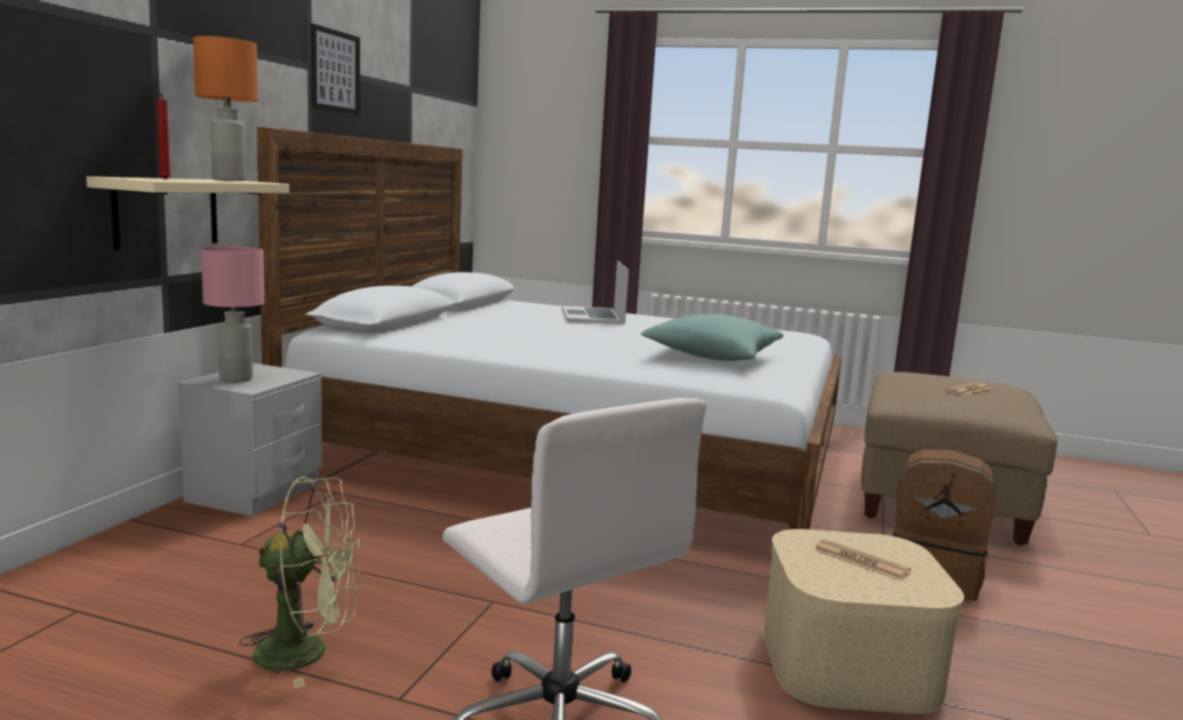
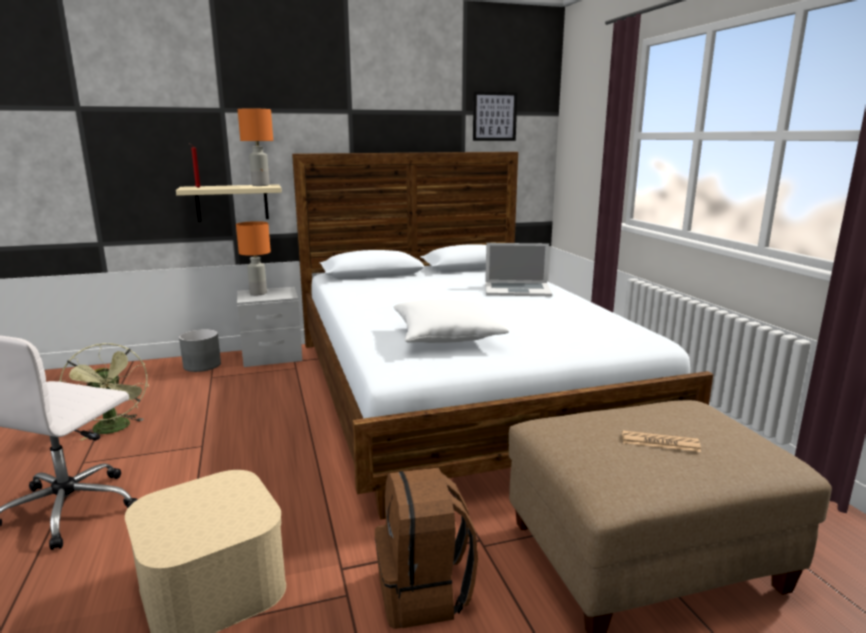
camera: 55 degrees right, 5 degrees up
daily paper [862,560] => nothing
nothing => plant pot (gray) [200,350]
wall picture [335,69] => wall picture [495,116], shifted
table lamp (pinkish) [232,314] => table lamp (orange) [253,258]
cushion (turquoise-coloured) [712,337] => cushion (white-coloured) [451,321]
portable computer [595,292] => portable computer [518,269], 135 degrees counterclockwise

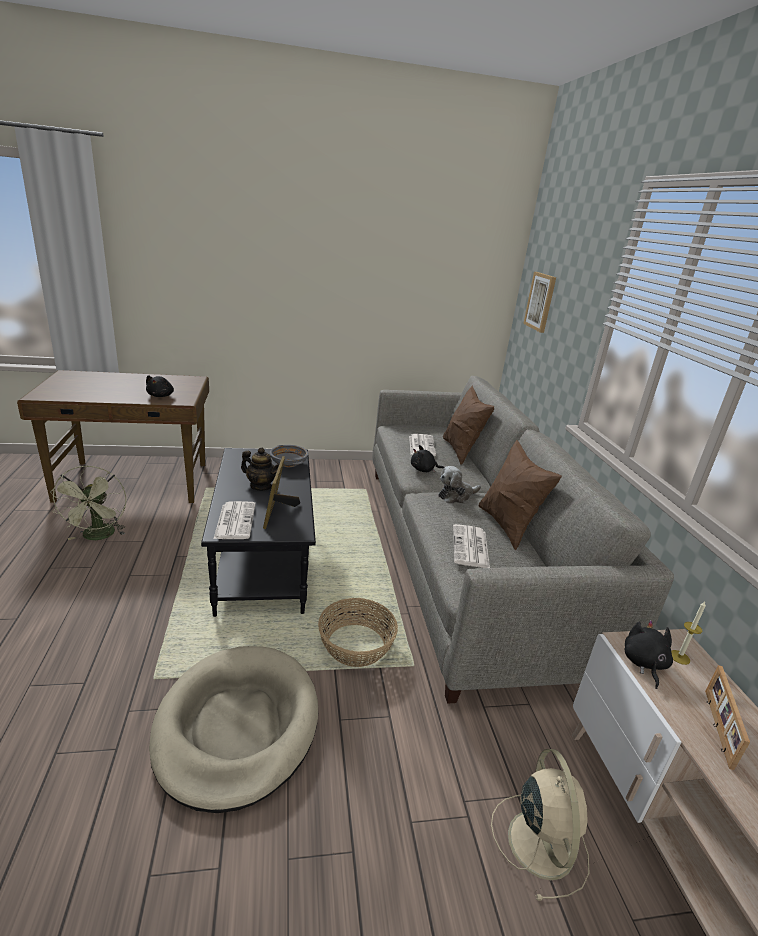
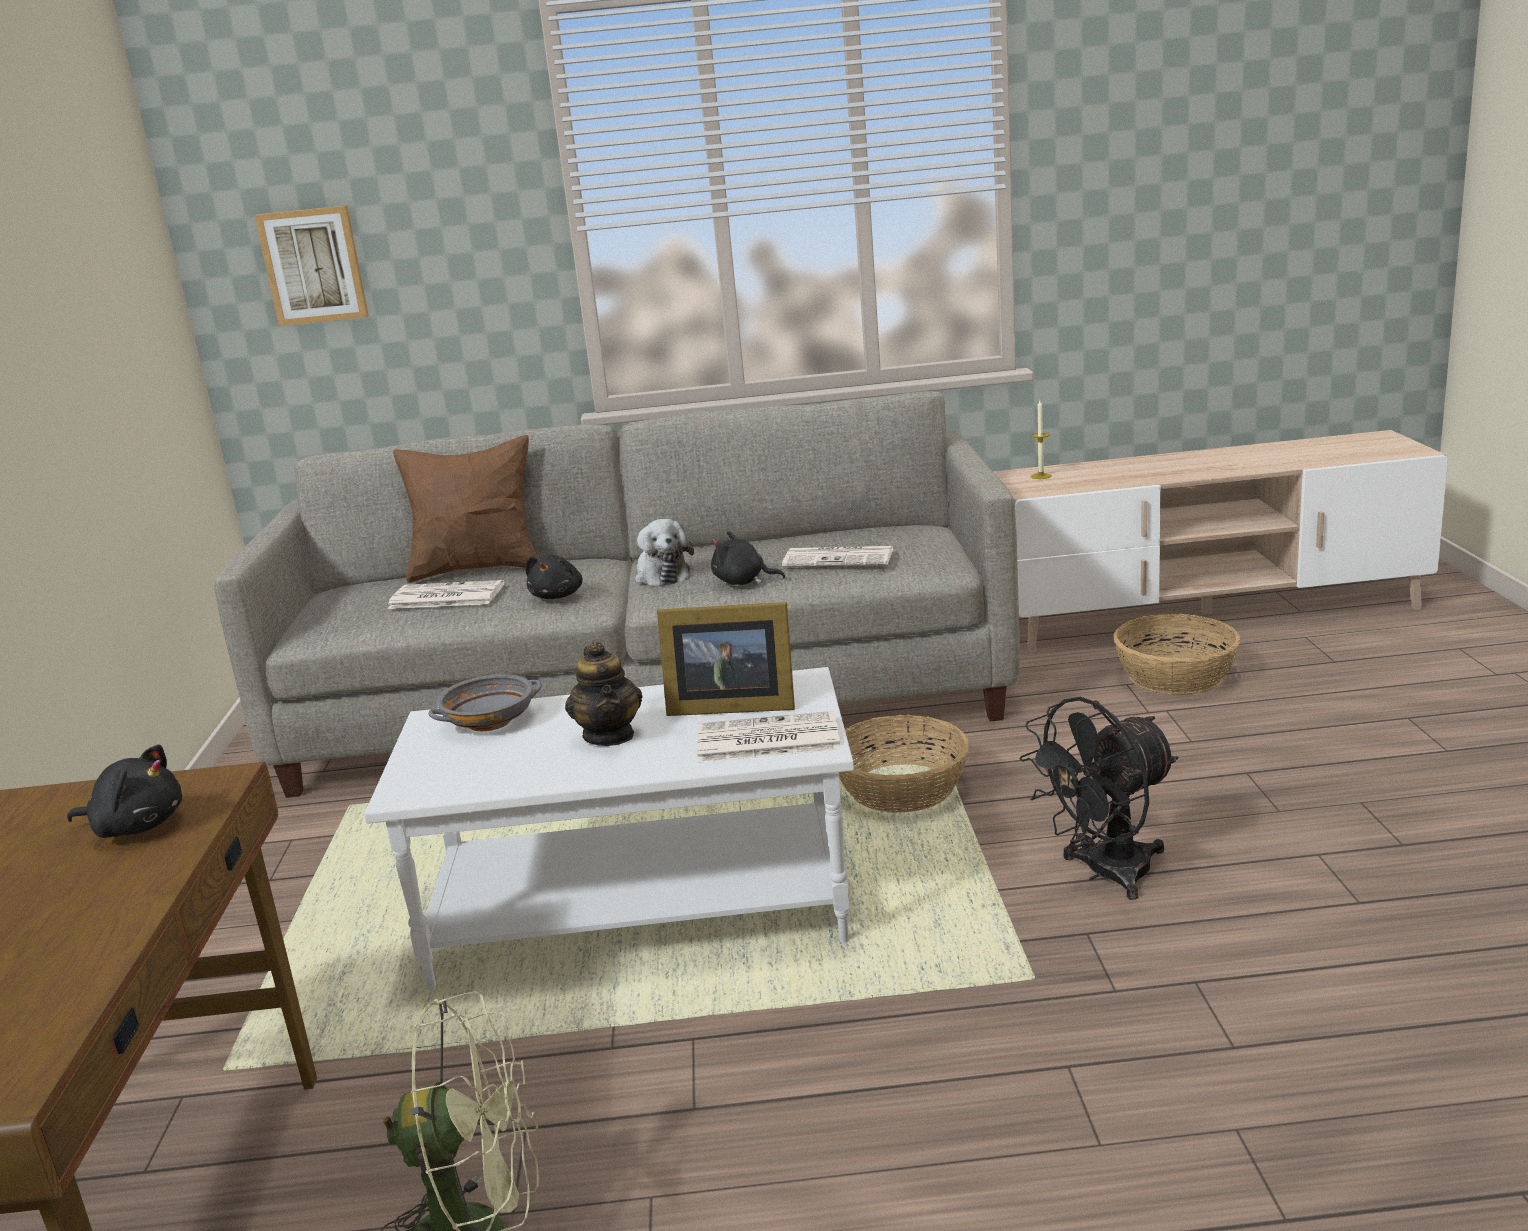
camera: 80 degrees left, 5 degrees down
cushion (brown) [520,495] => nothing
picture frame [727,717] => nothing
cuddly toy (blackish) [649,654] => cuddly toy (blackish) [748,558], shifted
pet bed (sand-coloured) [233,729] => cooling fan (blackish) [1099,798]
cooling fan (sand-coloured) [540,825] => basket [1176,654]
low table (blackish) [258,532] => low table (white-coloured) [609,828]
tea pot [260,469] => tea pot [603,693], 135 degrees clockwise

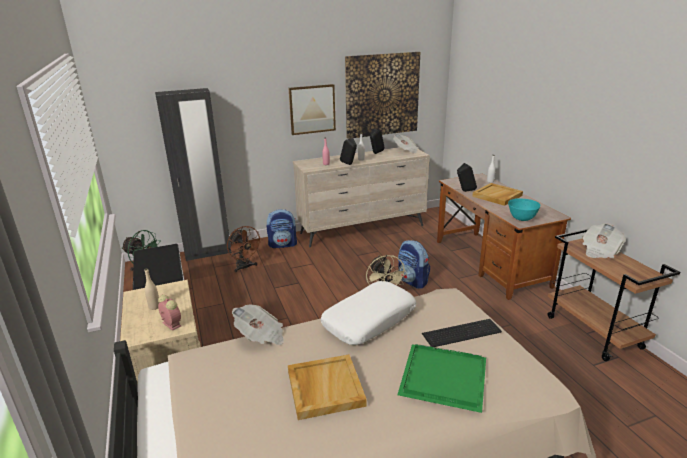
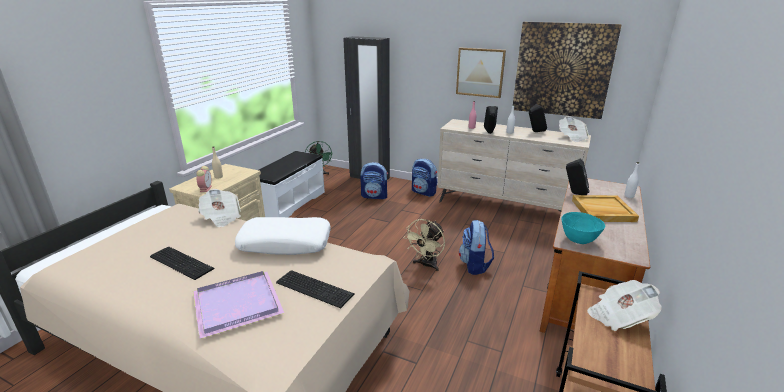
camera: 45 degrees right, 0 degrees up
cooling fan (brown) [245,249] => knapsack [374,180]
tray (sand-coloured) [327,387] => keyboard [182,263]
tray (green-coloured) [442,378] => tray (purple-coloured) [238,305]

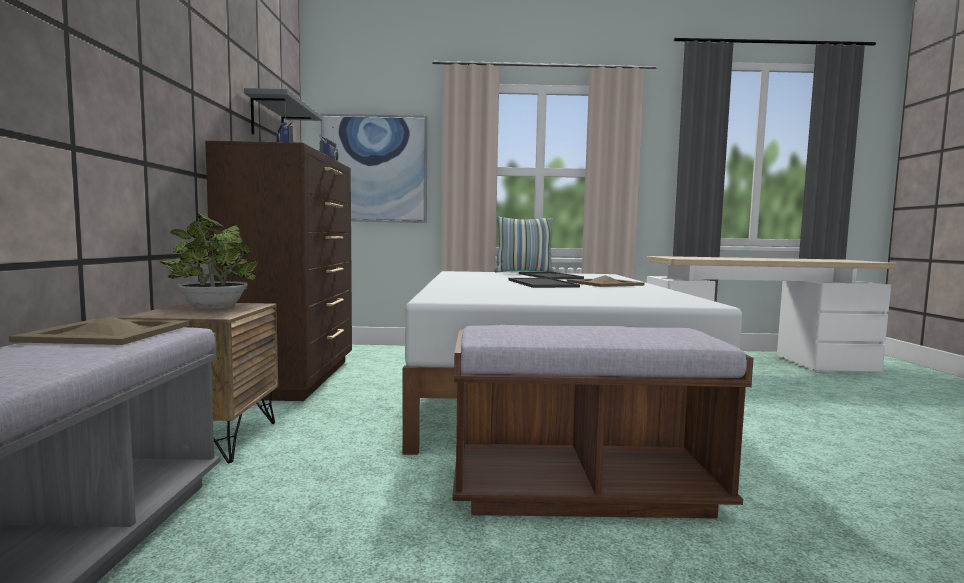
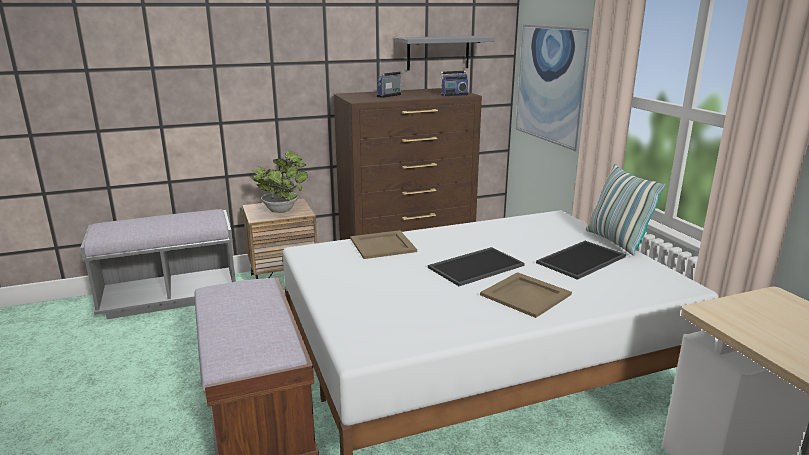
camera: 70 degrees right, 15 degrees up
tray (sand-coloured) [99,331] => tray (sand-coloured) [383,244], shifted

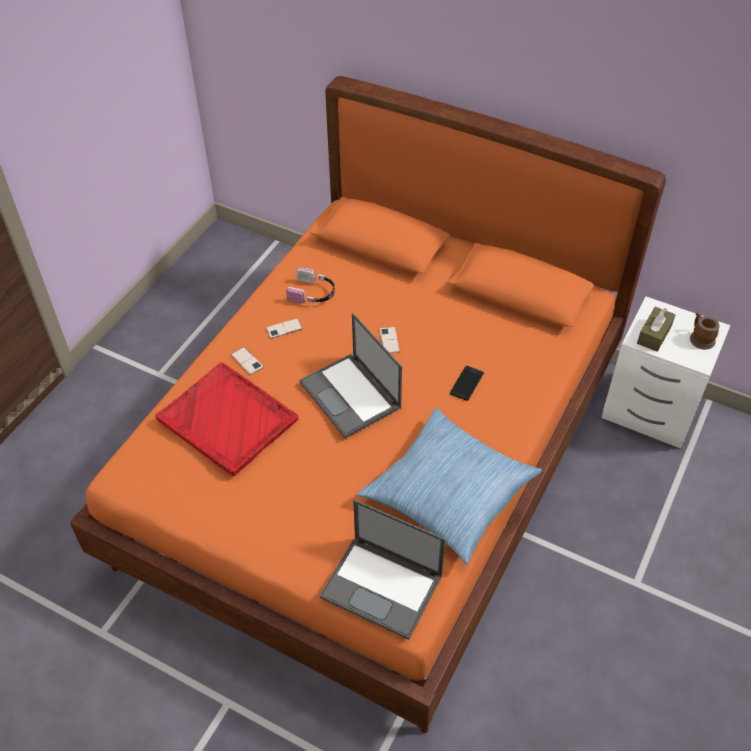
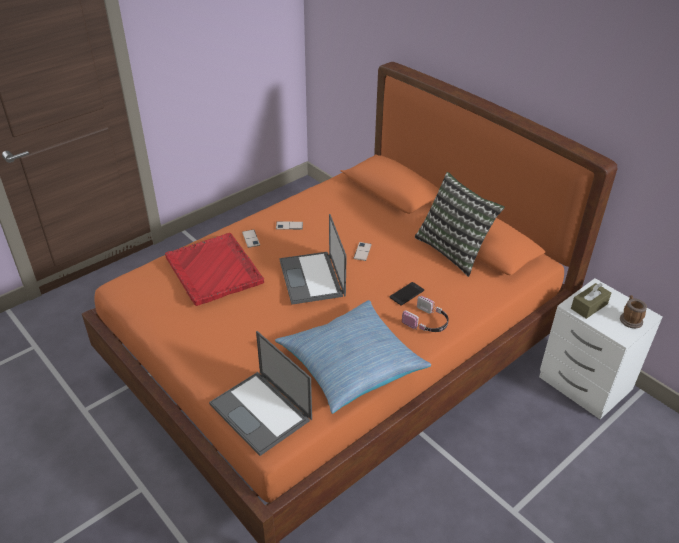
camera: 20 degrees right, 10 degrees down
nothing => cushion [460,224]
headphones [310,285] => headphones [425,314], shifted

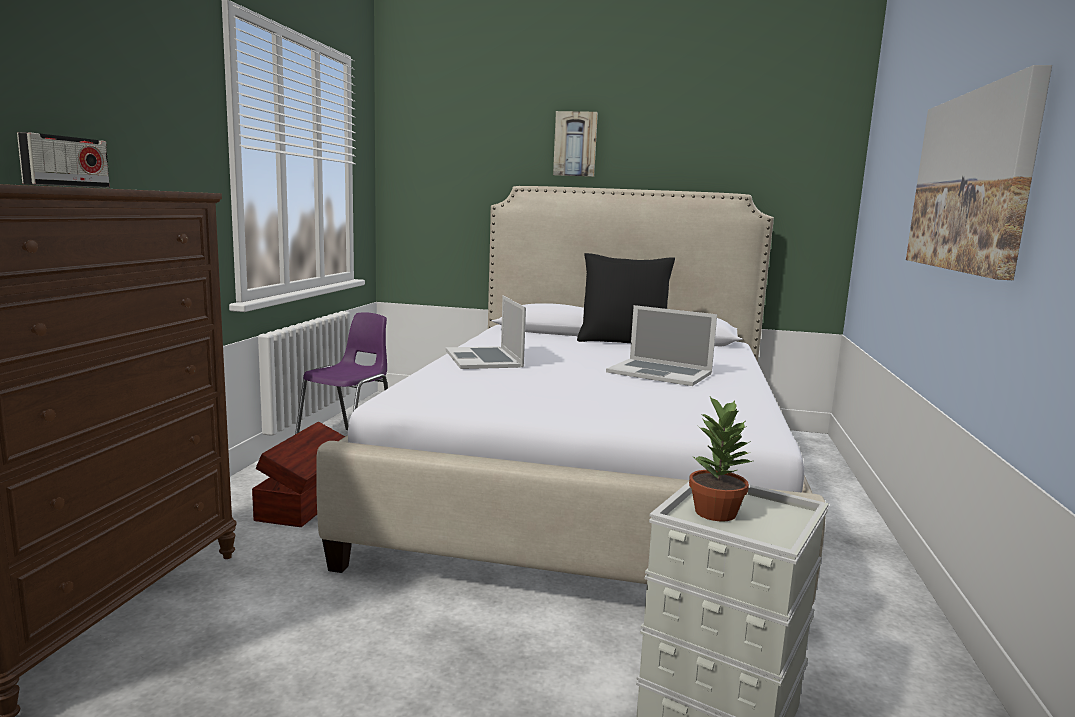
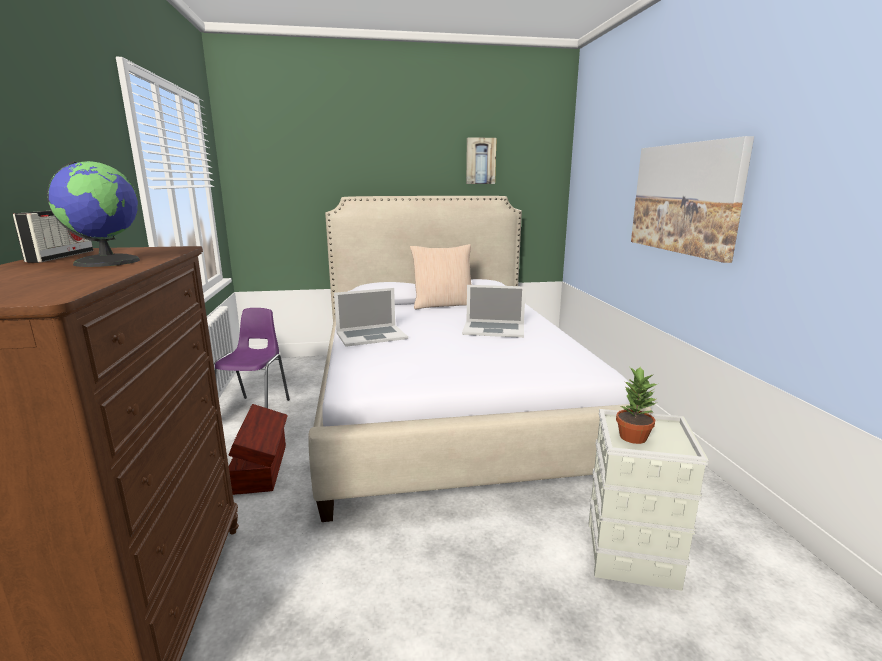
camera: 20 degrees left, 5 degrees up
nothing => world globe [93,214]
wall picture [575,144] => wall picture [481,160], shifted
cushion (blackish) [626,298] => cushion (sand-coloured) [441,276]
portable computer [486,332] => portable computer [371,317], 75 degrees counterclockwise

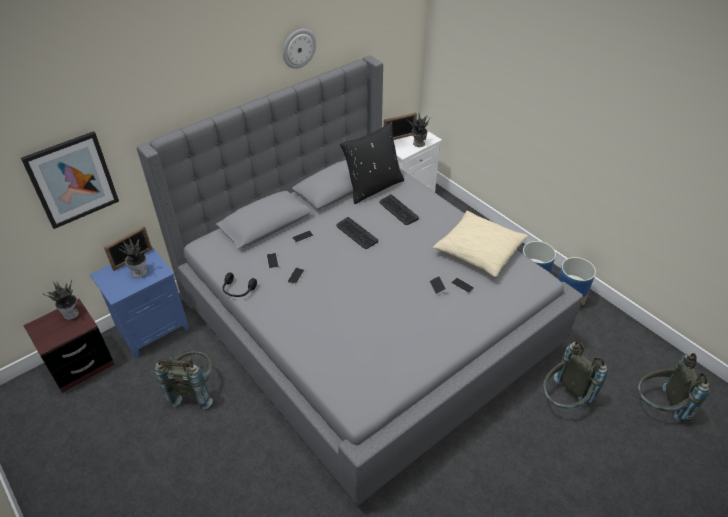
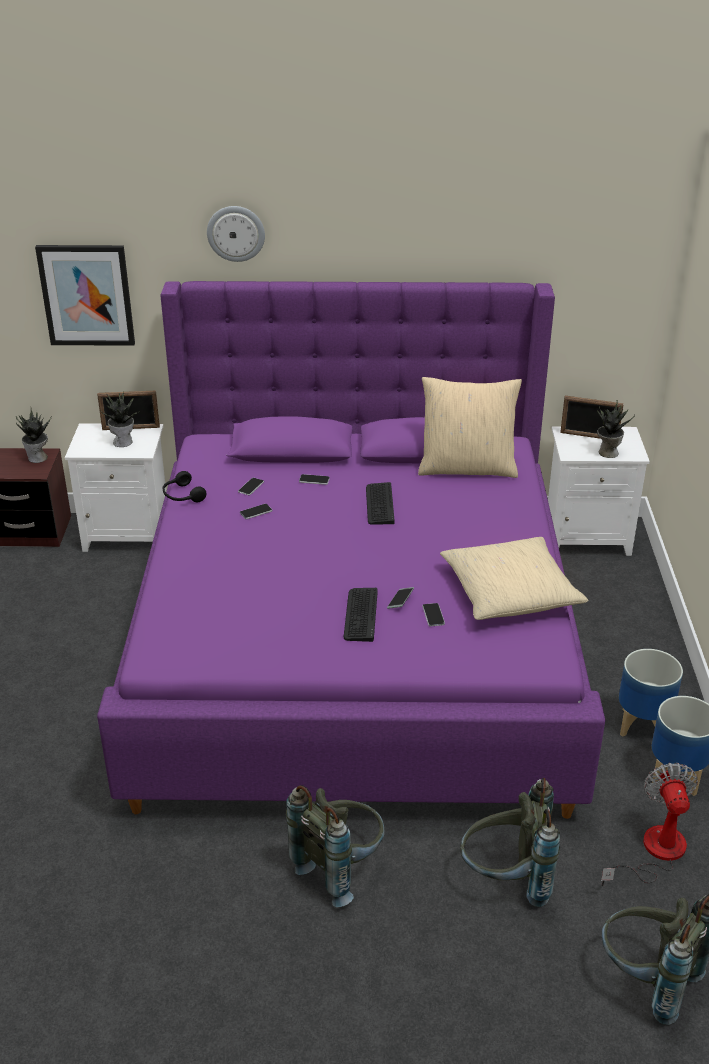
camera: 40 degrees right, 10 degrees down
nothing => cooling fan [649,825]
knapsack (gray) [183,380] => knapsack (gray) [335,846], shifted
clock on the wall [299,49] => clock on the wall [236,234], shifted
keyboard [399,209] => keyboard [361,615], shifted
night table (bluish) [139,302] => night table (white-coloured) [115,487]
bedroom bed (gray) [360,280] => bedroom bed (purple-coloured) [351,550]
cushion (blackish) [372,163] => cushion (sand-coloured) [470,427]

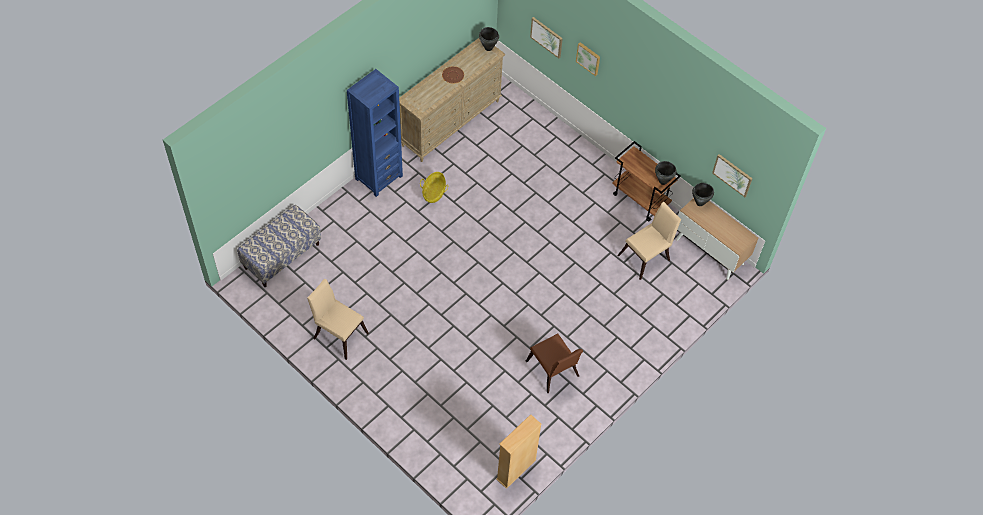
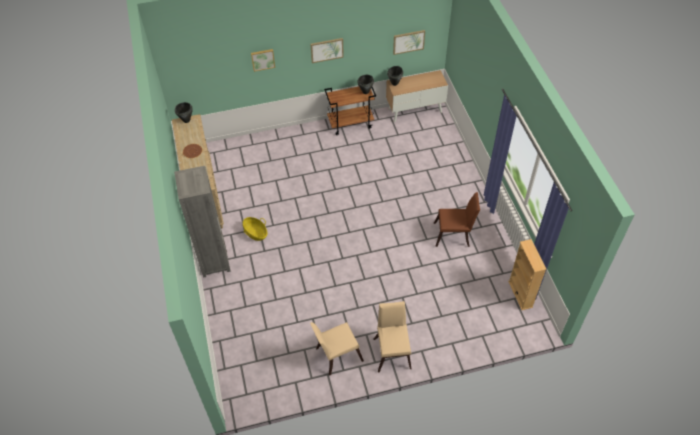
camera: 55 degrees left, 5 degrees down
bench [279,246] => nothing
wall picture [546,37] => wall picture [327,50], shifted
chair (sand-coloured) [649,241] => chair (sand-coloured) [392,337], shifted
bookcase (bluish) [375,133] => bookcase (gray) [202,222]

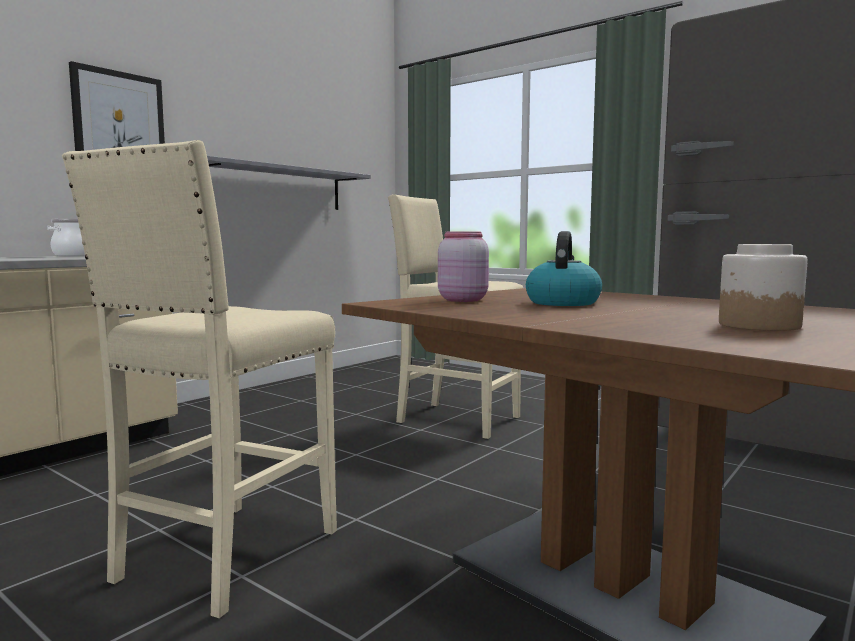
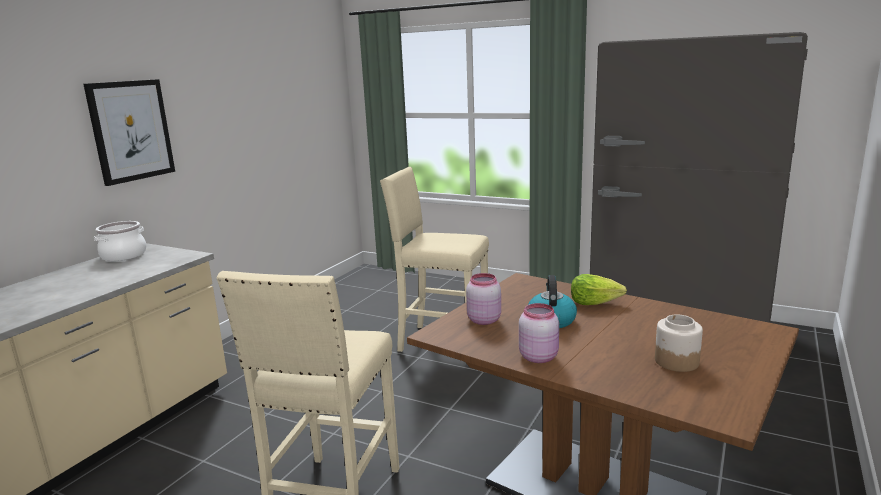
camera: 10 degrees left, 10 degrees up
wall shelf (gray) [289,183] => nothing
nothing => preserve jar (pinkish) [539,333]
nothing => lettuce head [599,289]

